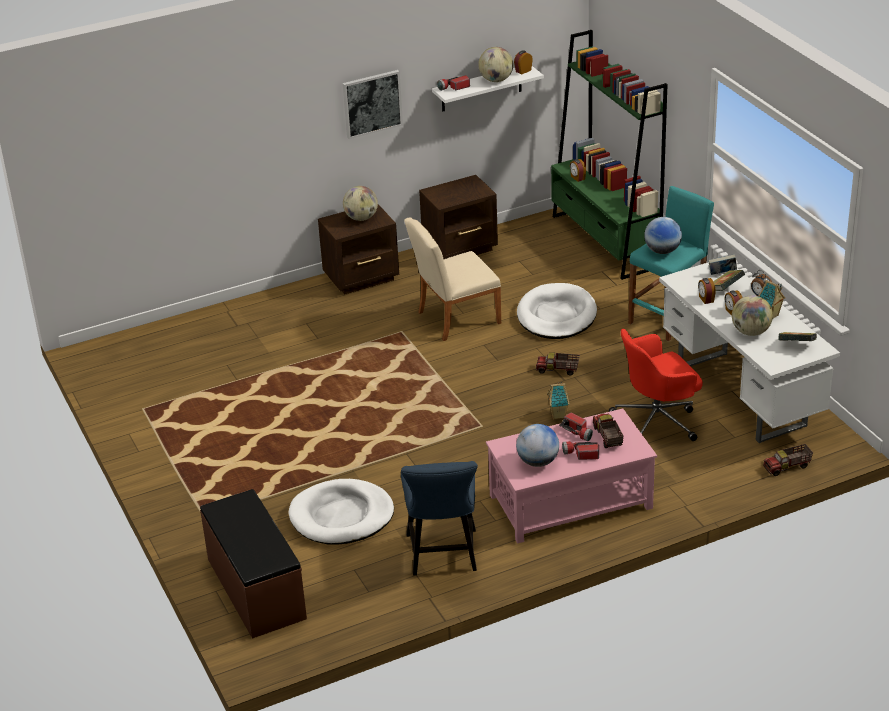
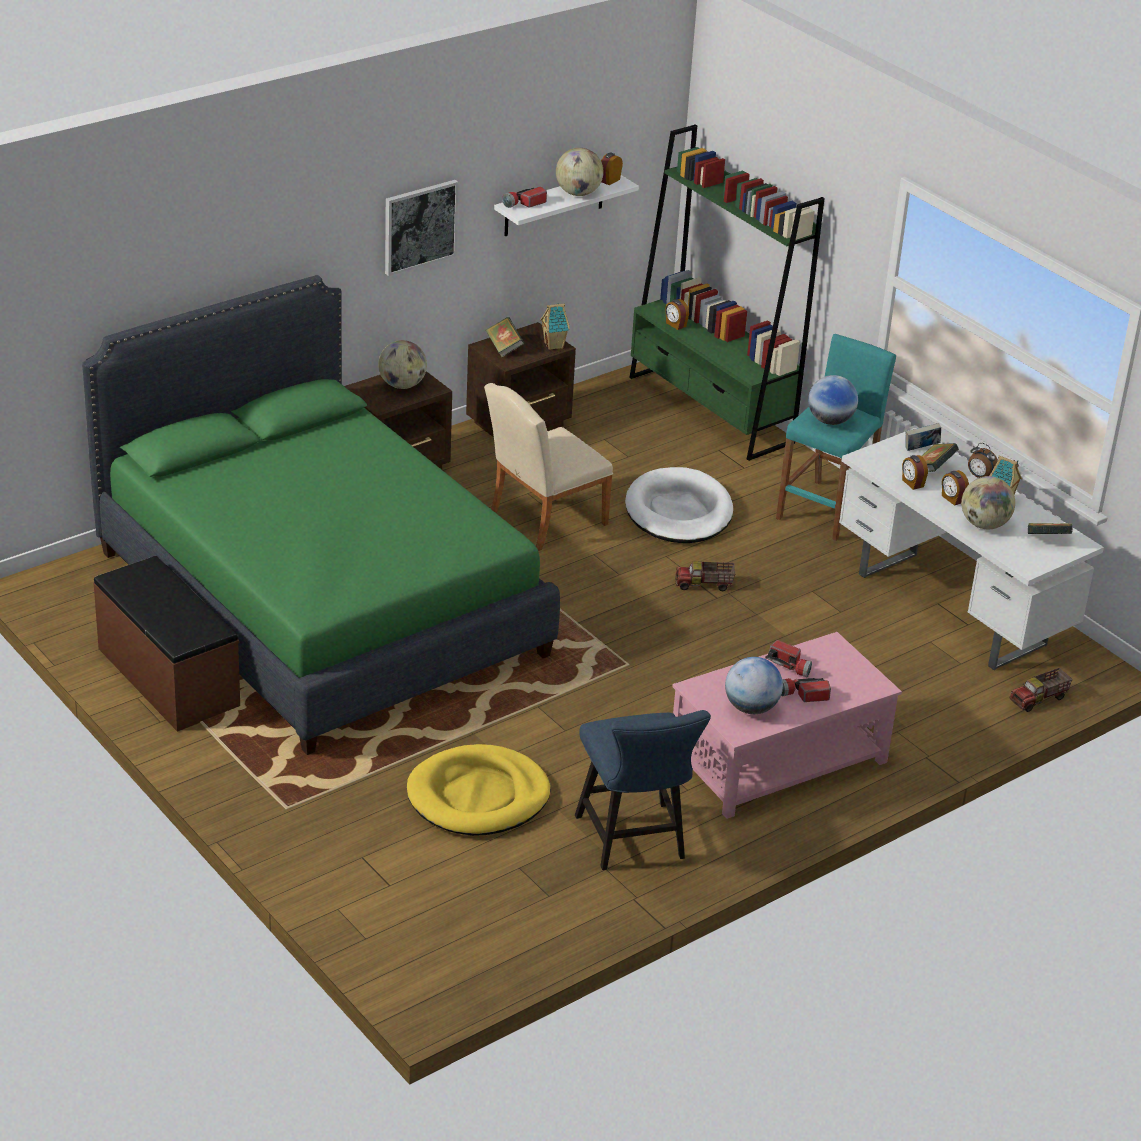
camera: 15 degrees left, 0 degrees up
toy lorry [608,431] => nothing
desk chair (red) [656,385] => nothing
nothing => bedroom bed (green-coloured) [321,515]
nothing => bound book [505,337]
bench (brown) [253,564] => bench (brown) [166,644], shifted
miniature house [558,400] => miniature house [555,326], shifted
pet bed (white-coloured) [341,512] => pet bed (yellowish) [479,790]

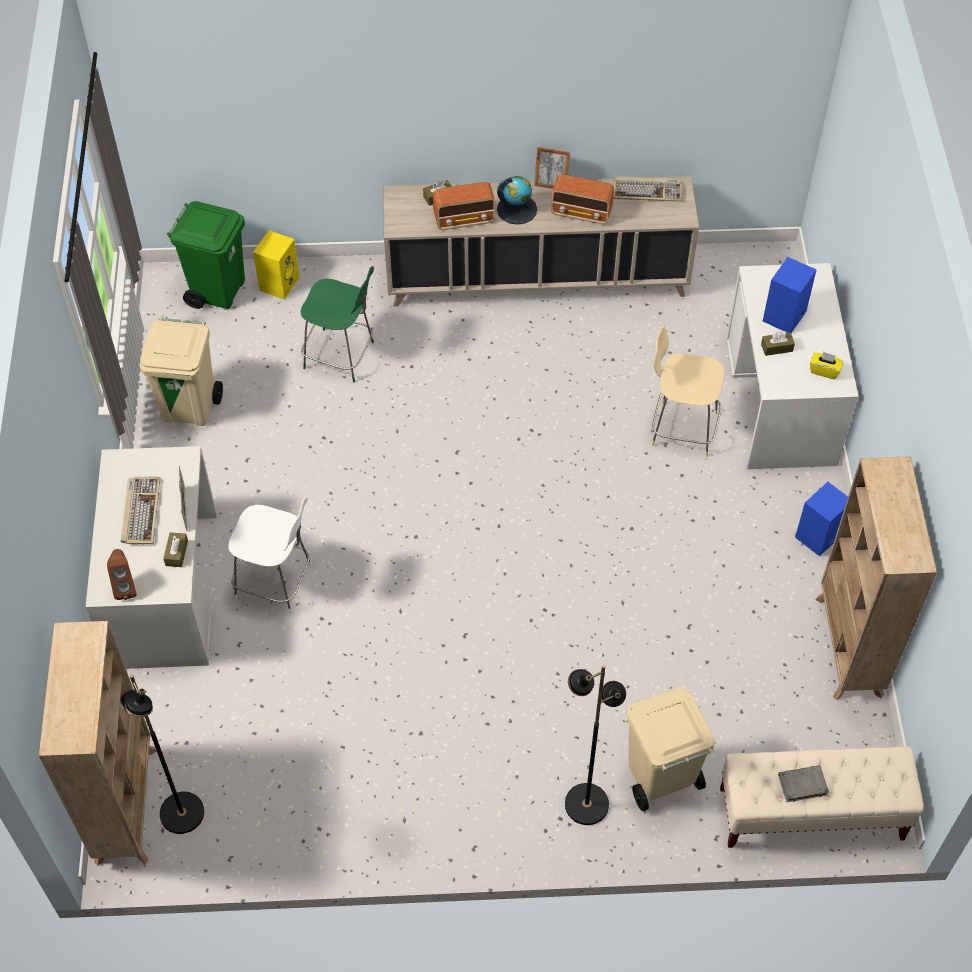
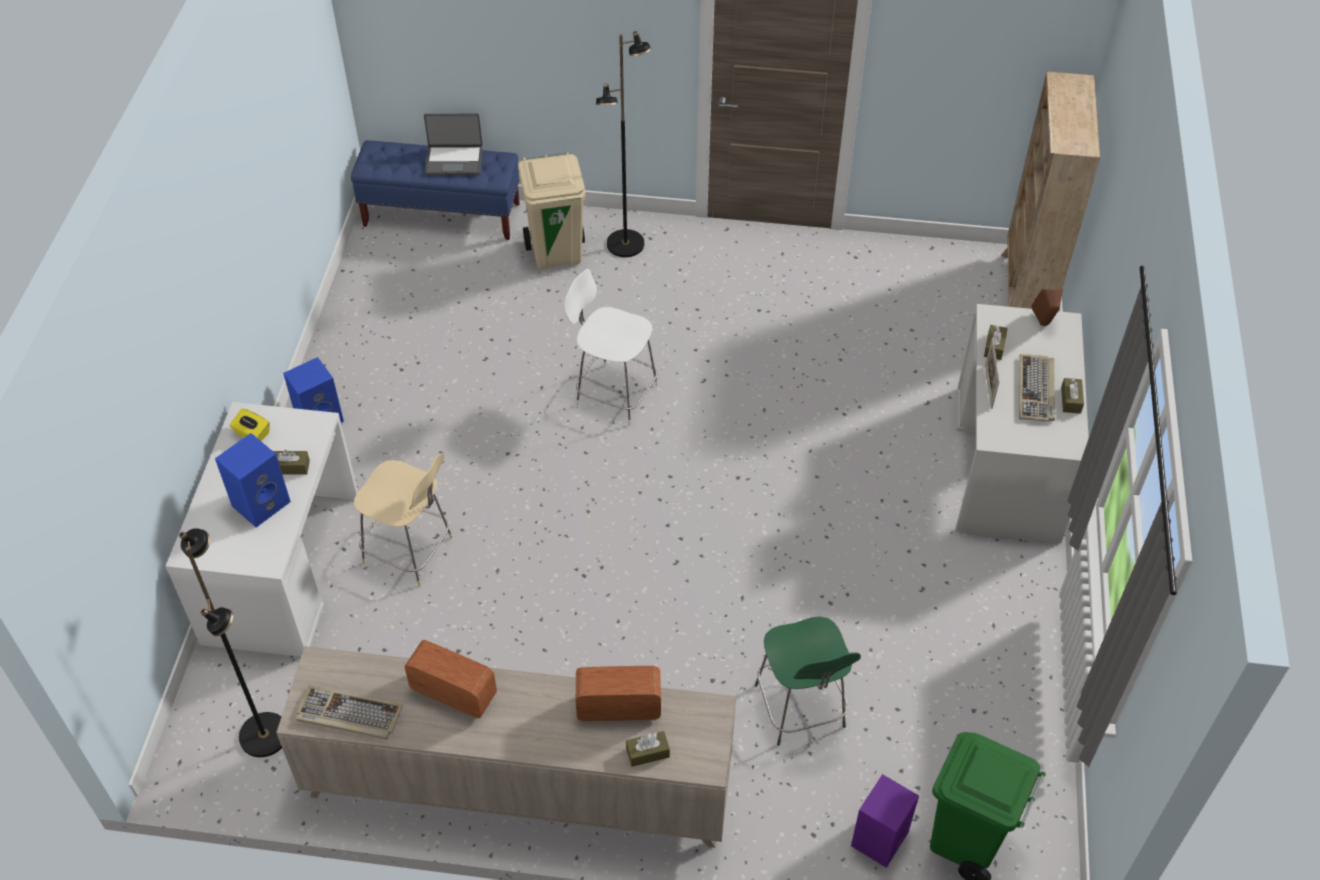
camera: 170 degrees left, 5 degrees down
trash can (sand-coloured) [181,371] => nothing
world globe [517,200] => nothing
picture frame [552,168] => nothing
bookcase (sand-coloured) [876,578] => nothing
nothing => box of tissues (brown) [1072,396]
standing lamp (blackish) [162,754] => standing lamp (blackish) [230,642], shifted
chair (white-coloured) [270,555] => chair (white-coloured) [610,347], shifted
bound book (gray) [803,783] => portable computer [453,144]
loudspeaker (yellowish) [276,265] => loudspeaker (purple-coloured) [885,821]
bench (sand-coloured) [822,797] => bench (bluish) [435,190]
chair (green-coloured) [337,324] => chair (green-coloured) [808,681], 135 degrees counterclockwise

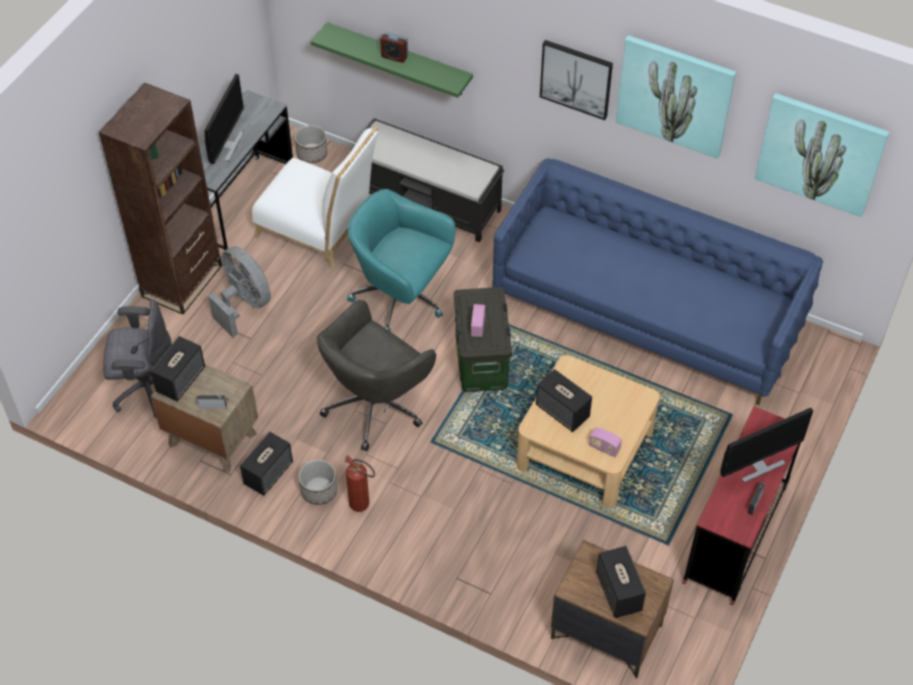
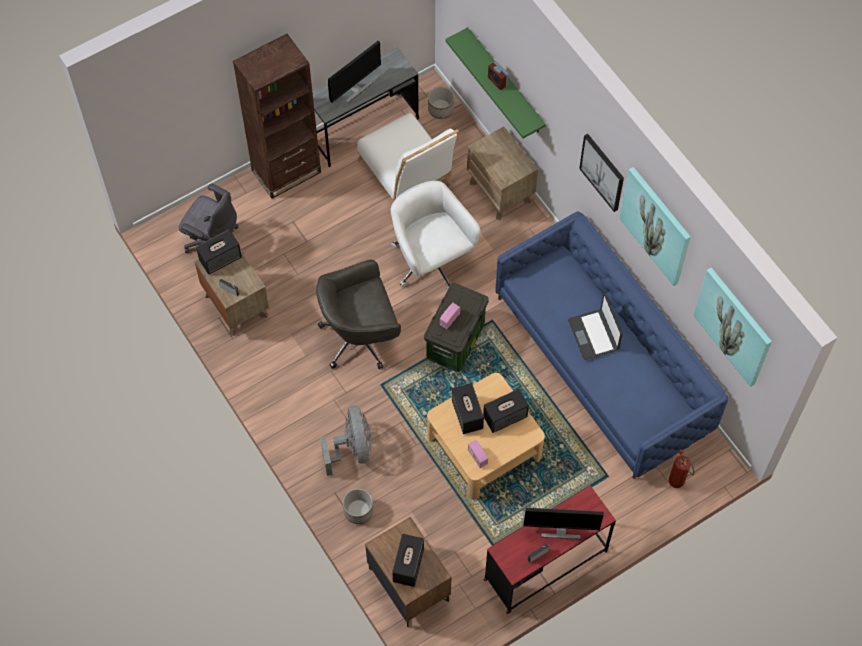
camera: 30 degrees right, 10 degrees up
nothing => portable computer [595,326]
cooling fan (gray) [239,291] => cooling fan (gray) [345,441], shifted
loudspeaker [266,464] => loudspeaker [506,411], shifted
plant pot [317,482] => plant pot [358,506], shifted
extinguisher [360,483] => extinguisher [681,468], shifted
bench (blackish) [426,180] => night table (brown) [502,173]
desk chair (turquoise-coloured) [401,260] => desk chair (white-coloured) [436,236]

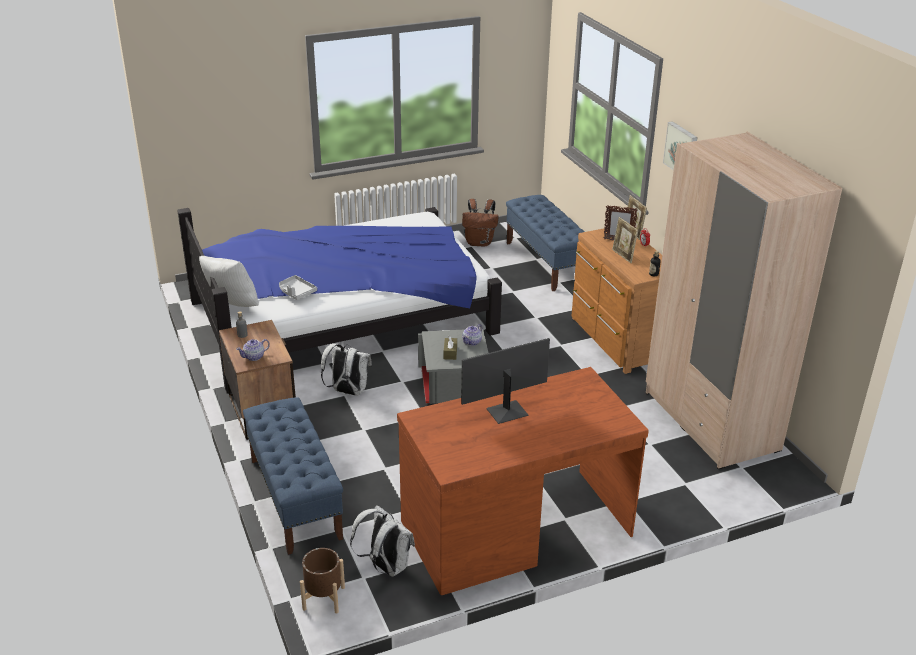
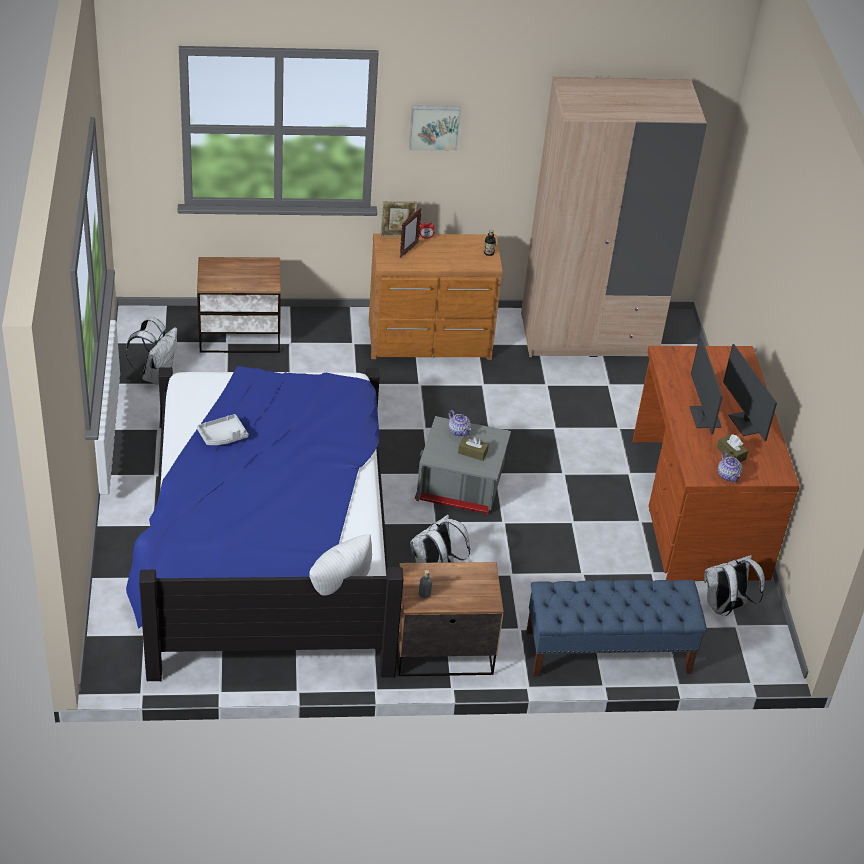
camera: 75 degrees left, 10 degrees up
plant pot (brown) [322,580] => nothing
picture frame [625,240] => nothing
nothing => box of tissues (brown) [732,448]
nothing => computer screen [750,392]
tea pot [253,350] => tea pot [730,466], shifted
tray (gray) [298,287] => tray (gray) [222,429], shifted
bench (bluish) [545,243] => night table [239,305]
knapsack (brown) [480,222] => knapsack (white-coloured) [151,351]

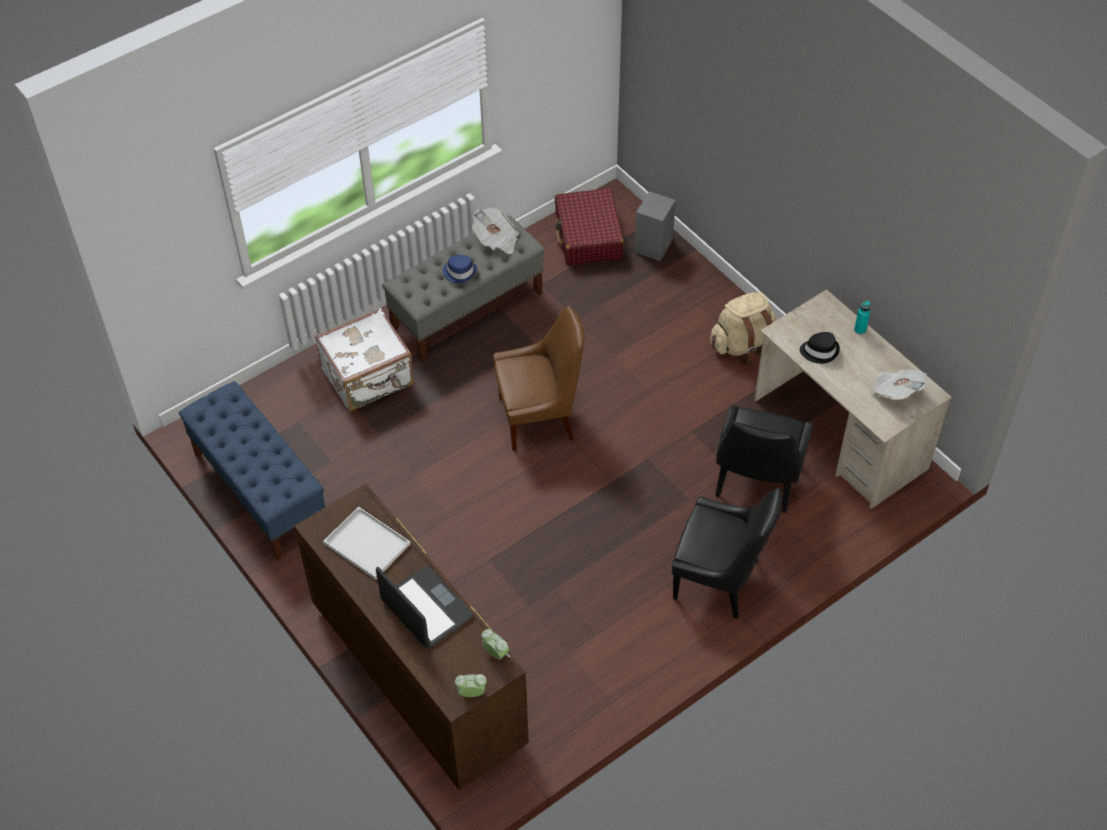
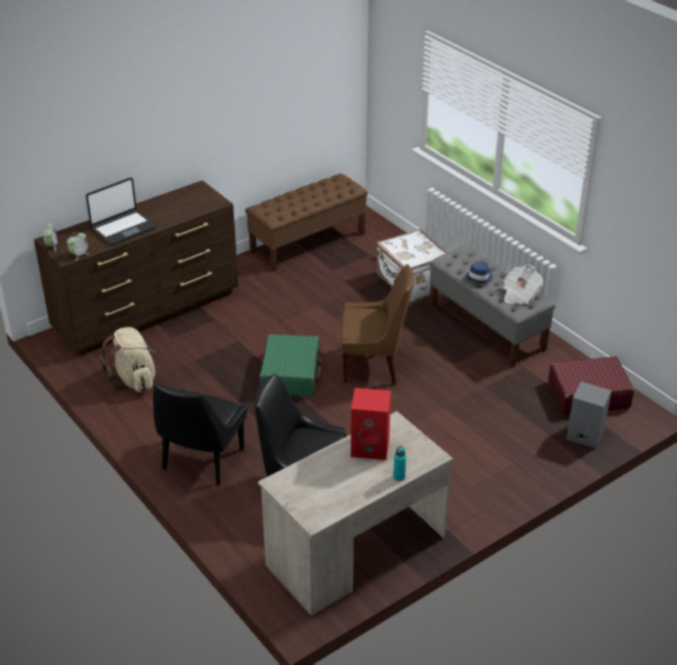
camera: 90 degrees right, 15 degrees down
tray (white-coloured) [367,543] => nothing
daily paper [899,384] => nothing
nothing => travel case (green-coloured) [290,365]
knapsack (sand-coloured) [743,328] => knapsack (sand-coloured) [128,359], shifted
hat (blackish) [820,348] => loudspeaker (red) [371,424]
bench (bluish) [252,471] => bench (brown) [306,222]
chair (brown) [539,378] => chair (brown) [377,324], 75 degrees counterclockwise

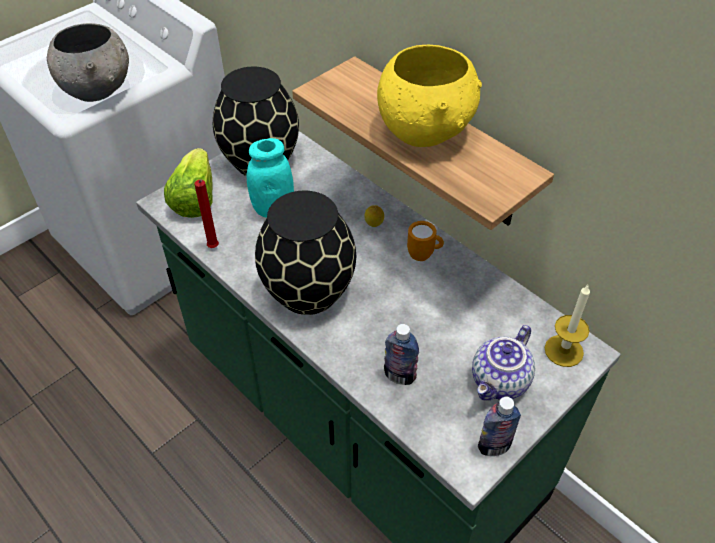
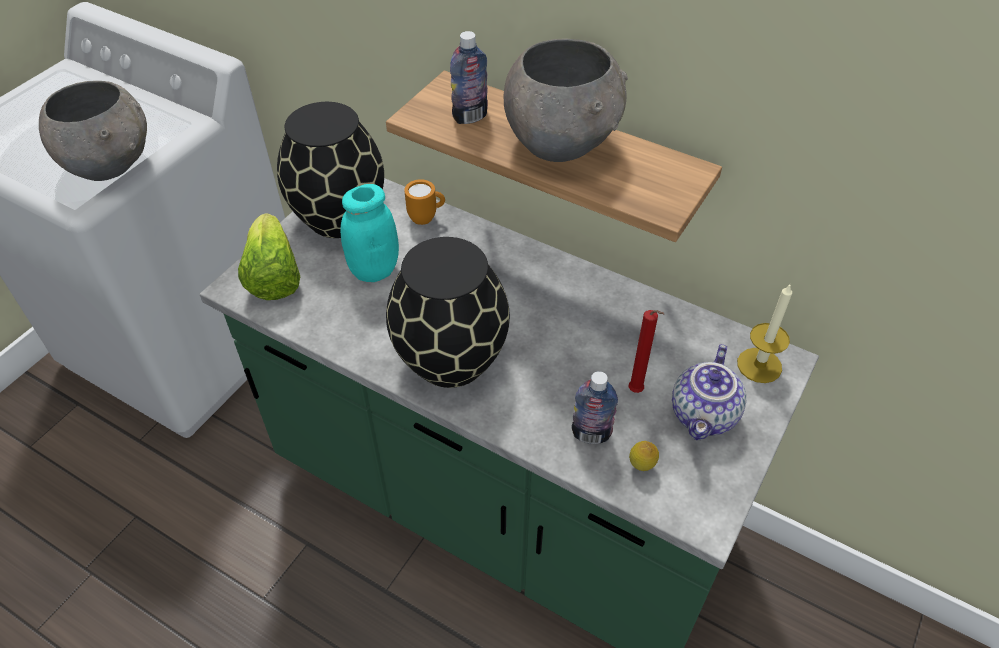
camera: 15 degrees left, 0 degrees up
candle (red) [207,213] => candle (red) [646,351], shifted
whole lemon [374,216] => whole lemon [644,456], shifted
tea mug (orange) [425,241] => tea mug (orange) [424,202], shifted
beverage bottle [499,426] => beverage bottle [469,77], shifted
bowl (yellowish) [429,96] => bowl (gray) [566,100]

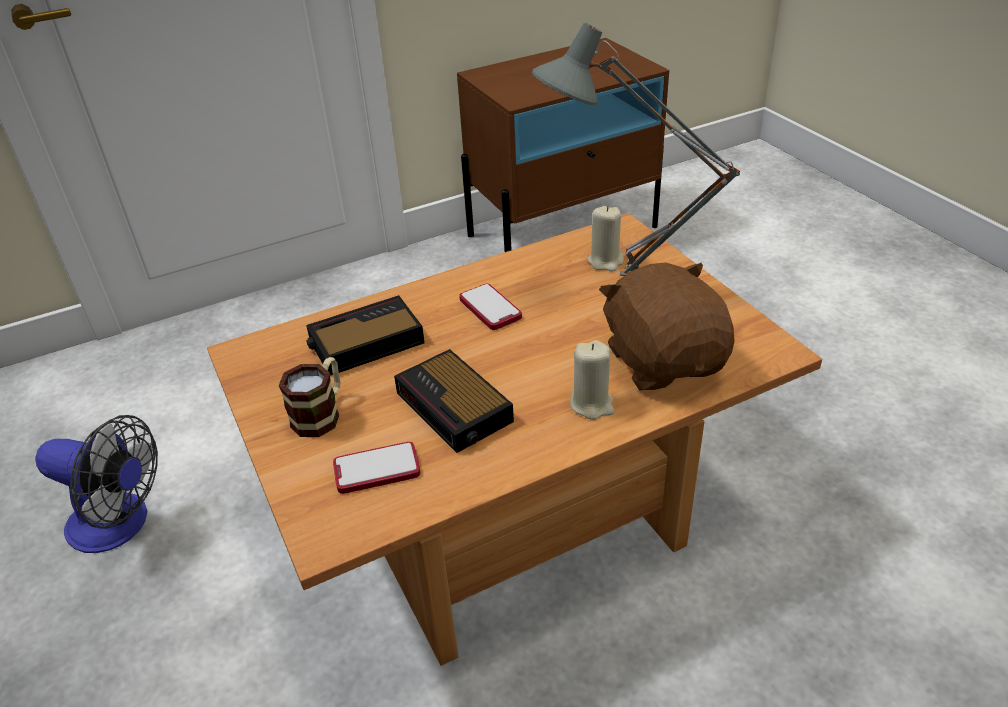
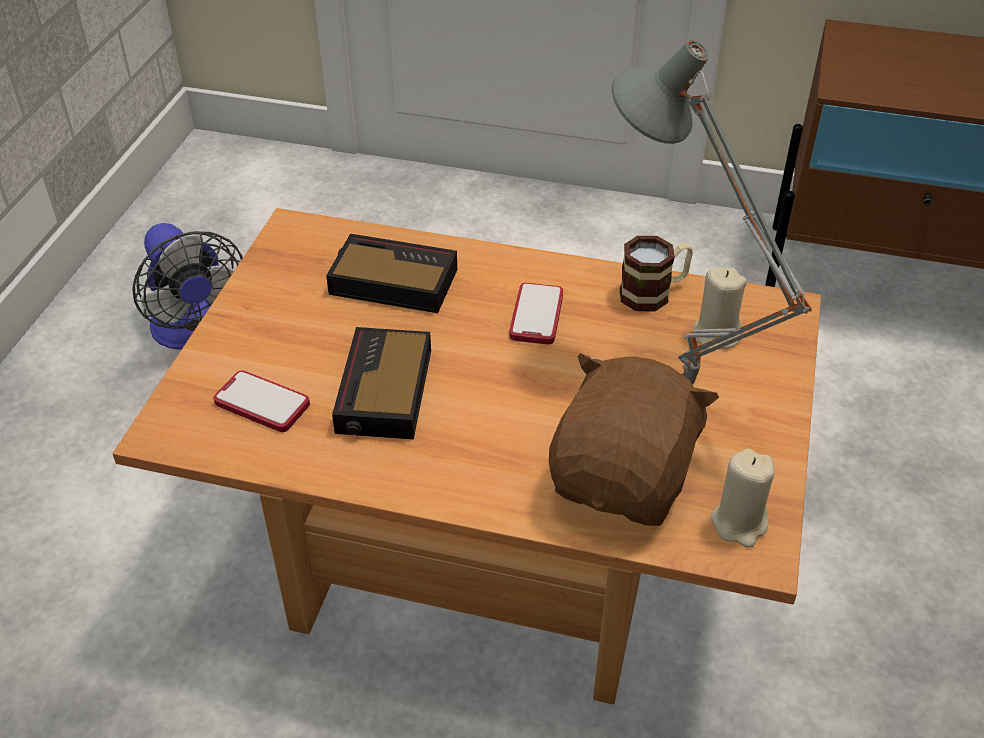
camera: 40 degrees right, 5 degrees up
tea mug [309,397] => tea mug [656,273], shifted
candle (sand-coloured) [592,380] => candle (sand-coloured) [743,498], shifted

